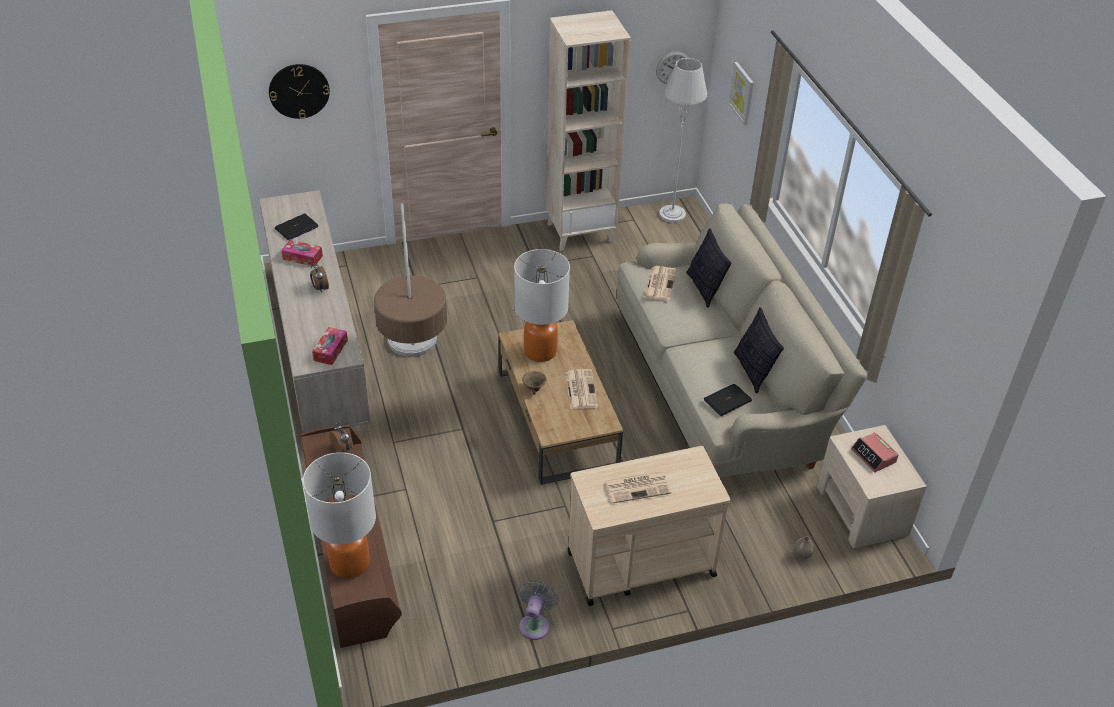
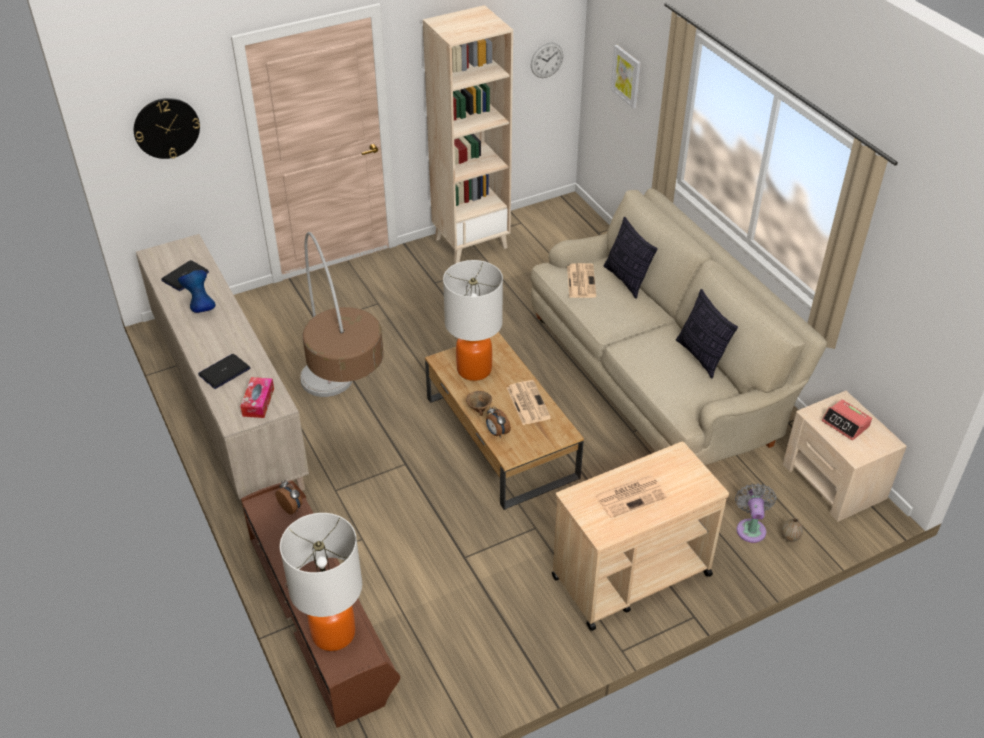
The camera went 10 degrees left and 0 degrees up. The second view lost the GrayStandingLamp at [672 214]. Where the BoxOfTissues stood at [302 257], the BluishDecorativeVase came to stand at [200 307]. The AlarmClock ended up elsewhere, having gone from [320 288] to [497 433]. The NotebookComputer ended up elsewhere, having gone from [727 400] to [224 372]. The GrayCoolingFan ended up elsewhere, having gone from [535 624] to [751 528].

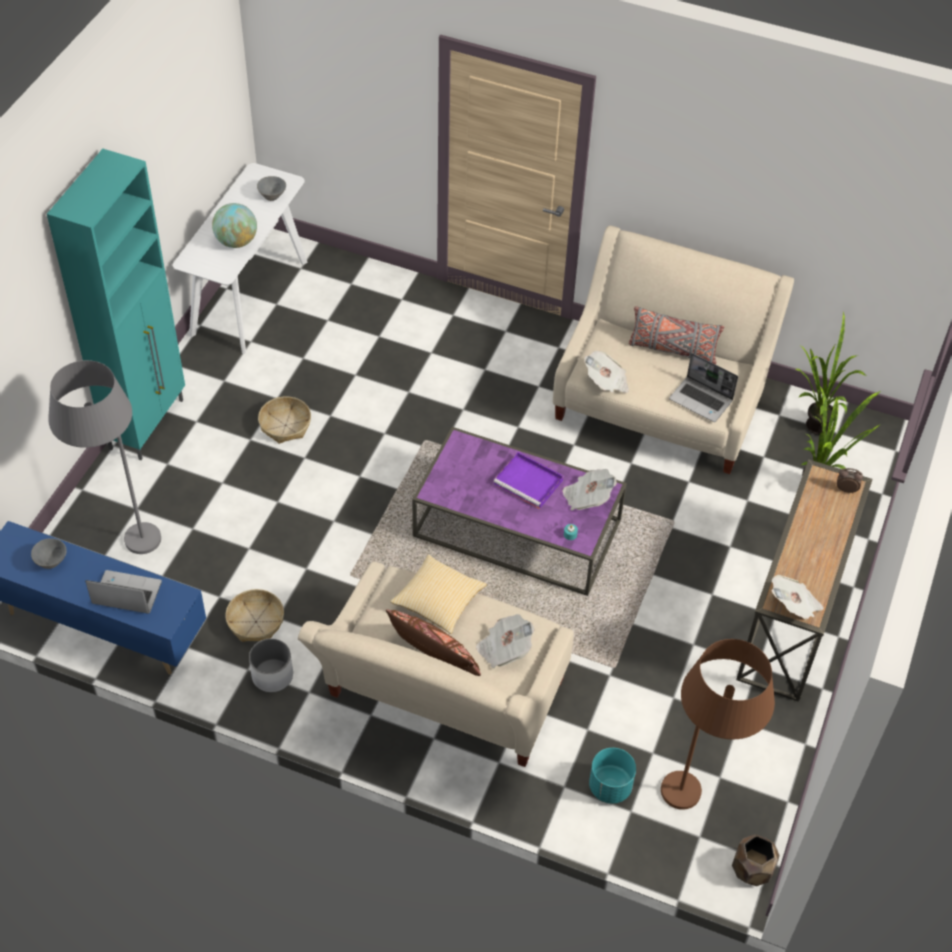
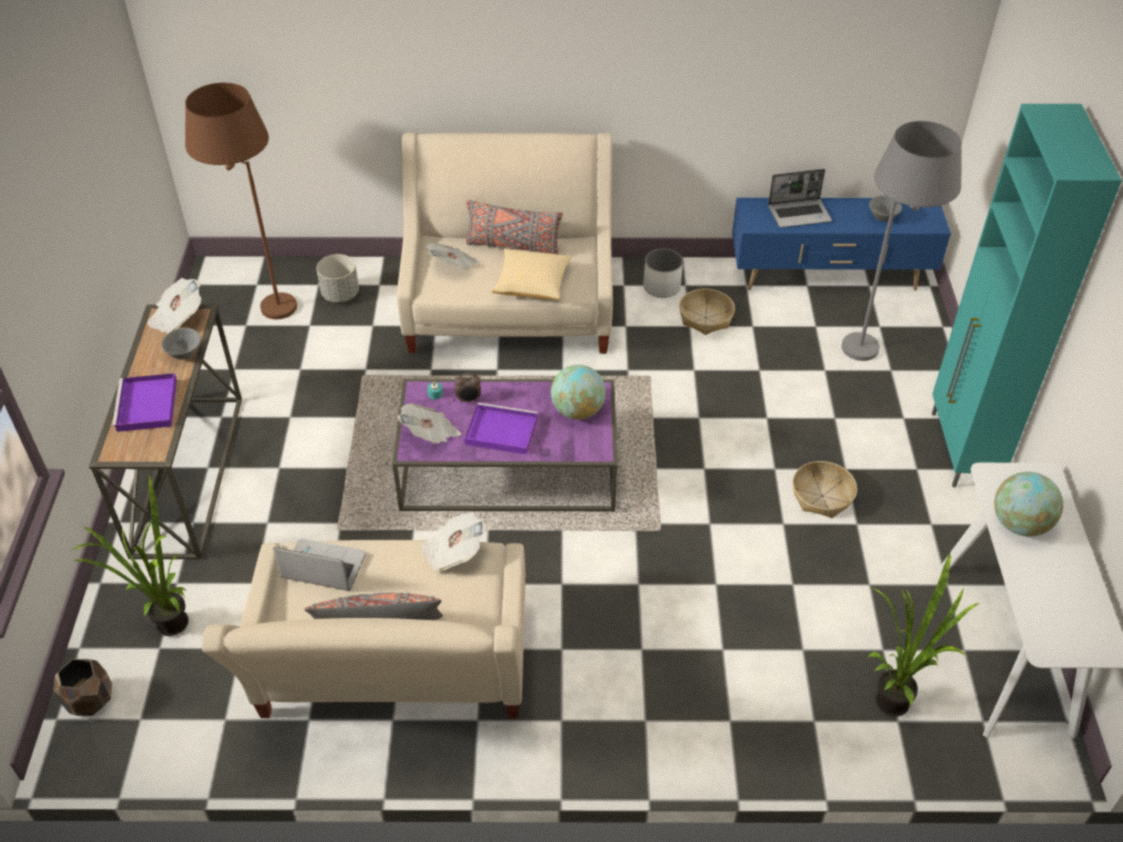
The camera went 160 degrees right and 5 degrees down. The GrayServingBowl ended up elsewhere, having gone from [273 196] to [183 354]. The PlantInAPot ended up elsewhere, having gone from [811 427] to [897 699]. The AlarmClock ended up elsewhere, having gone from [846 489] to [469 400]. What was the BrownPillow at [434 656] turned into the GrayPillow at [513 247]. What was the BlueGreenPlantPot at [610 787] turned into the GrayPlantPot at [340 294]. The BrownPlantPot ended up elsewhere, having gone from [751 870] to [90 700]. The second view gained the WorldGlobe at [578 411]. The second view gained the PurplishTray at [147 406].

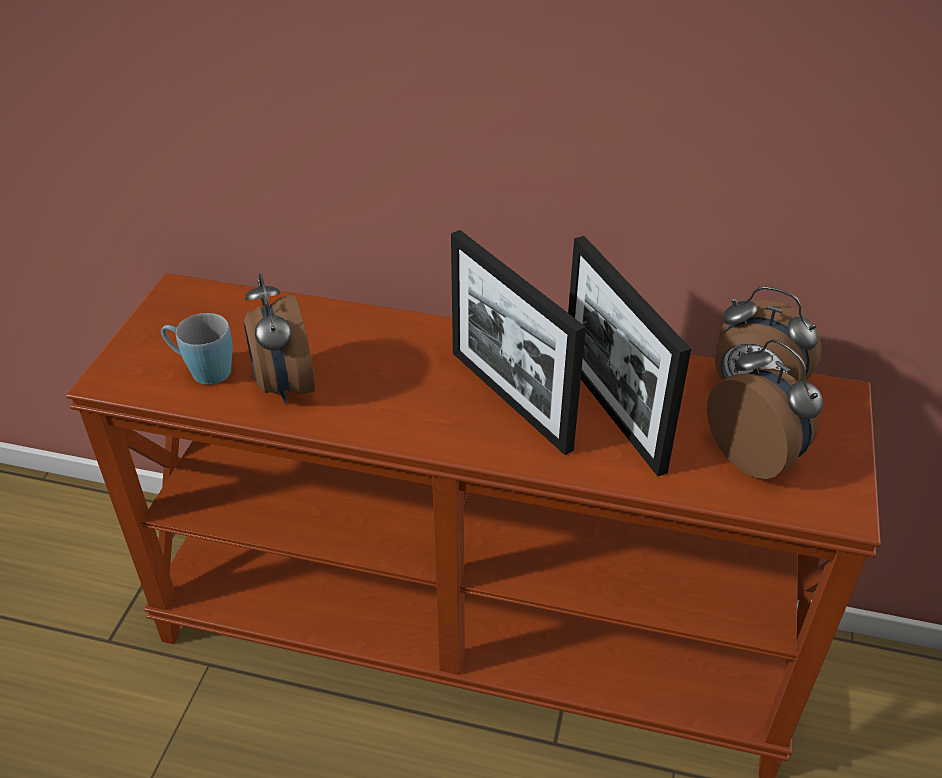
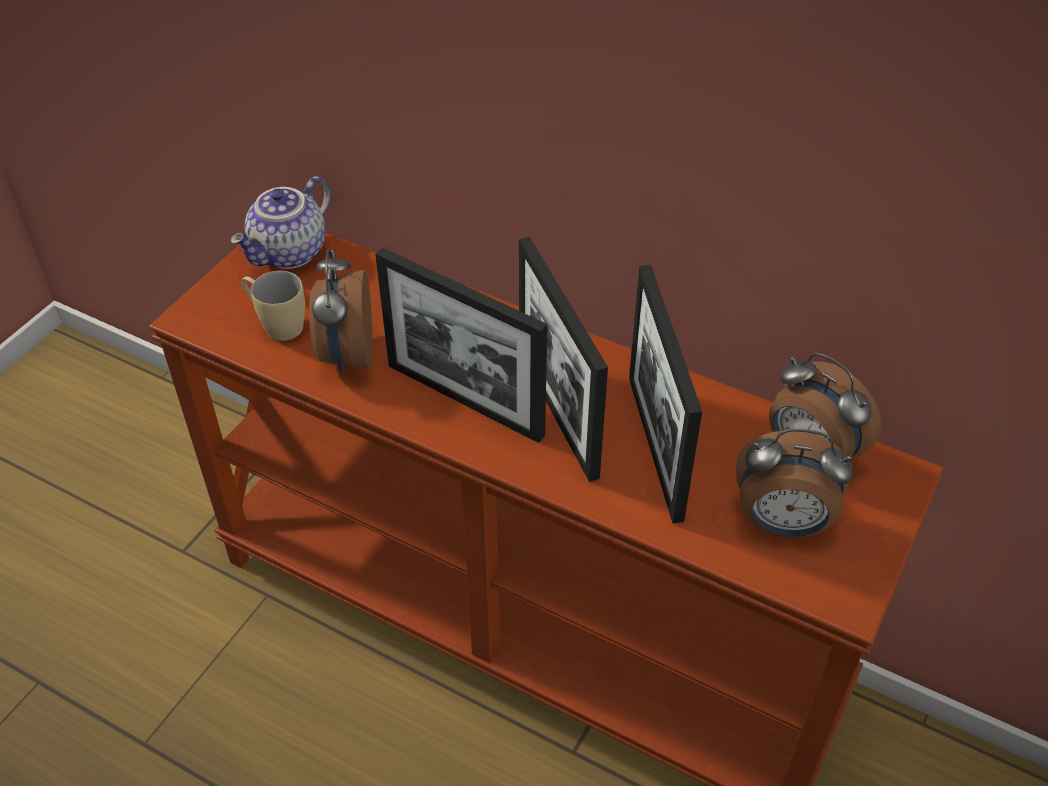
The camera went 15 degrees right and 5 degrees up. What was the BluishMug at [202 370] turned into the BeigeMug at [276 324]. The AlarmClock at [755 456] ended up facing another way, 120 degrees clockwise from before. The second view gained the PotForTea at [290 253]. The second view gained the PictureFrame at [464 400].

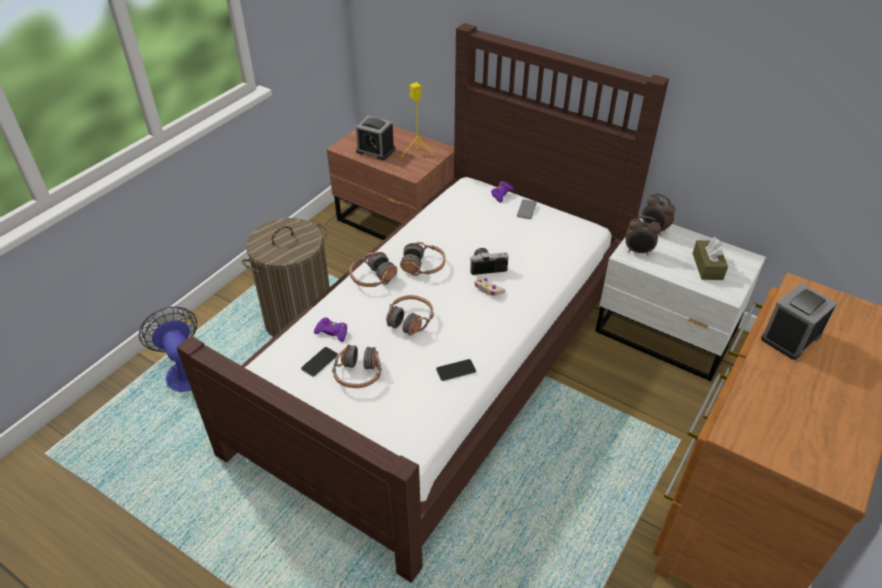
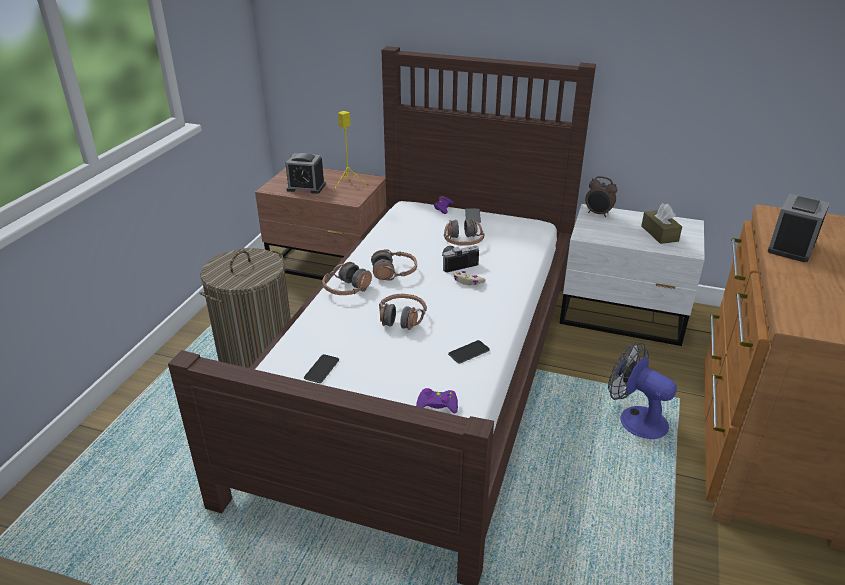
The camera went 15 degrees left and 10 degrees down. The second view lost the AlarmClock at [638 251]. The CoolingFan ended up elsewhere, having gone from [184 370] to [635 418]. The PurplishJoypad ended up elsewhere, having gone from [332 332] to [437 405]. The Headphones ended up elsewhere, having gone from [358 374] to [463 241].

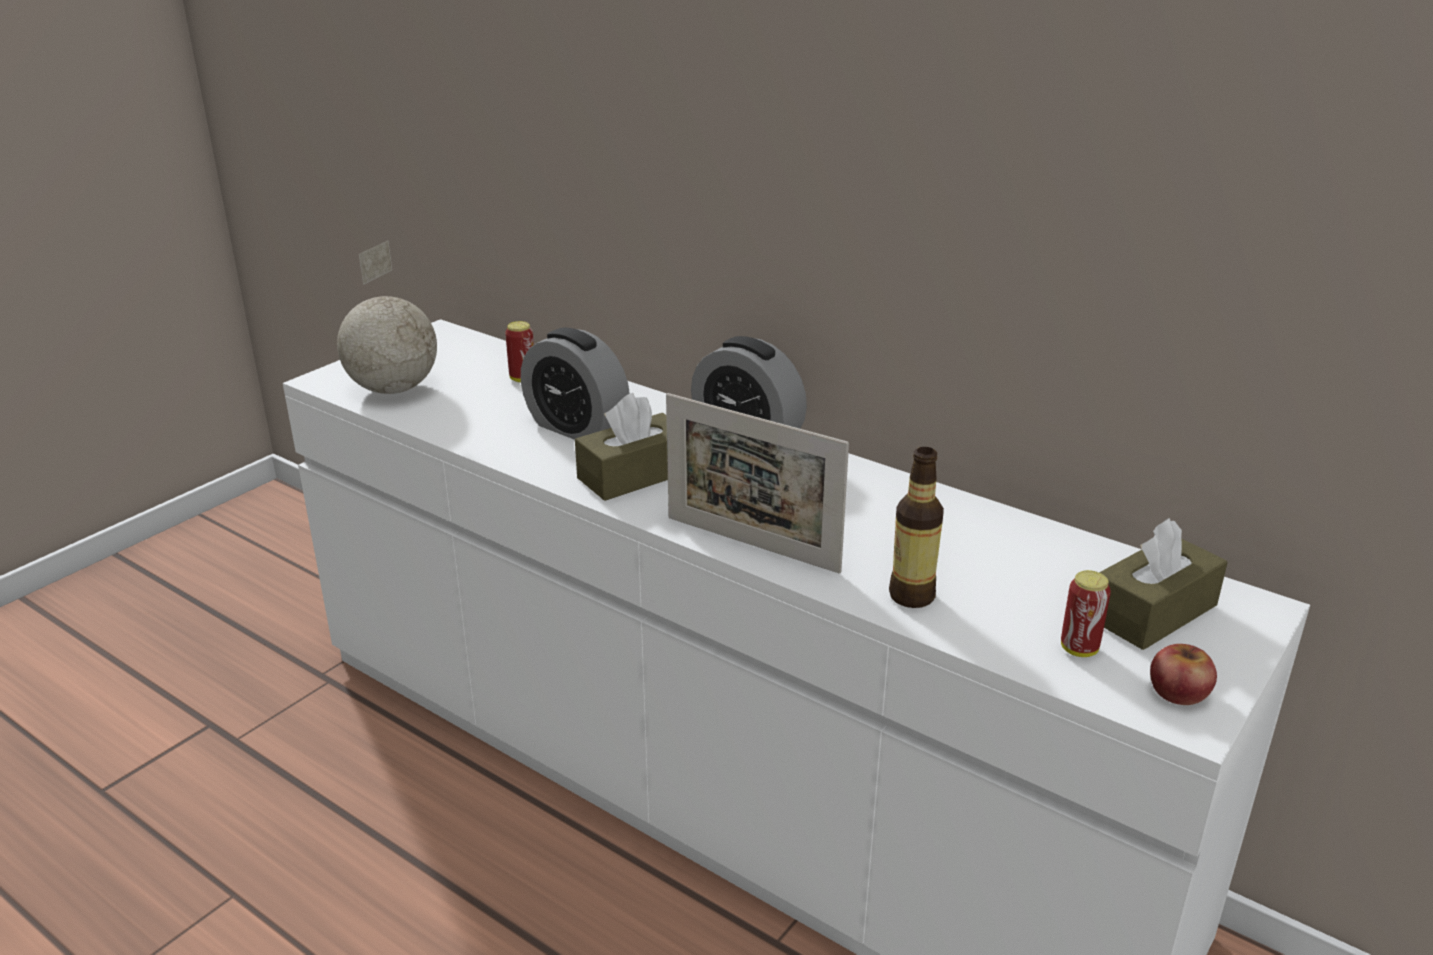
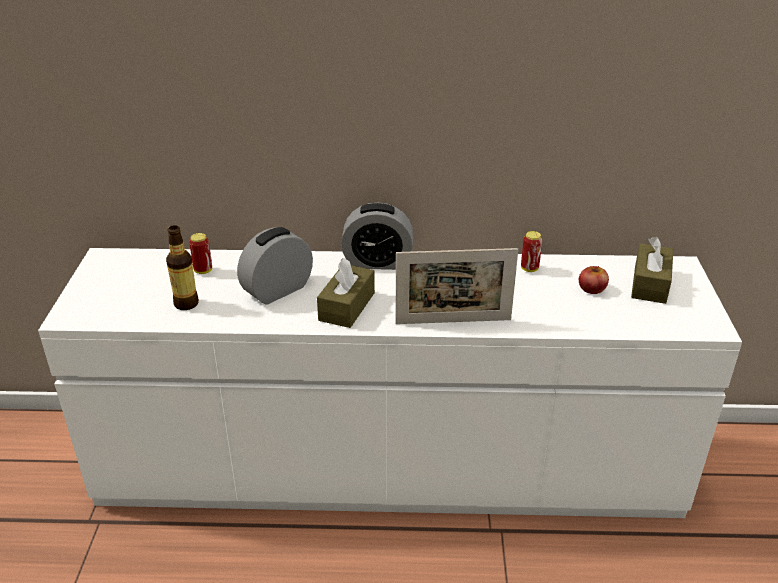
The camera went 35 degrees left and 5 degrees up. The second view lost the WorldGlobe at [392 389]. The AlarmClock at [577 428] ended up facing another way, 135 degrees clockwise from before. The BeverageBottle ended up elsewhere, having gone from [911 596] to [186 304]. The MetalCan ended up elsewhere, having gone from [1079 649] to [529 269]. The Apple ended up elsewhere, having gone from [1178 692] to [592 288].

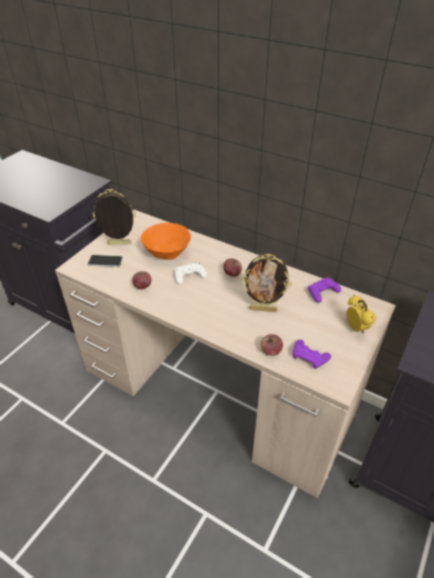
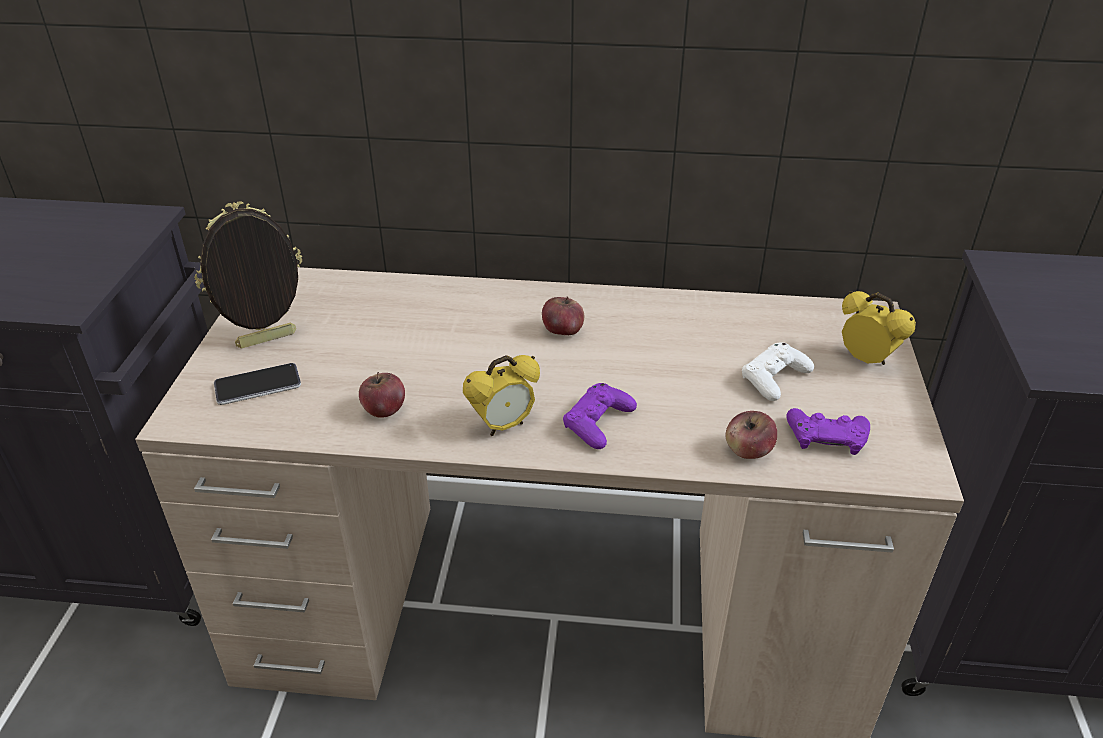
The camera went 25 degrees left and 5 degrees down. The second view lost the OrangeColouredServingBowl at [168 254]. The second view lost the PictureFrame at [263 309]. The WhiteJoypad ended up elsewhere, having gone from [189 276] to [774 378]. The PurplishJoypad ended up elsewhere, having gone from [322 292] to [598 422]. The second view gained the AlarmClock at [503 426].

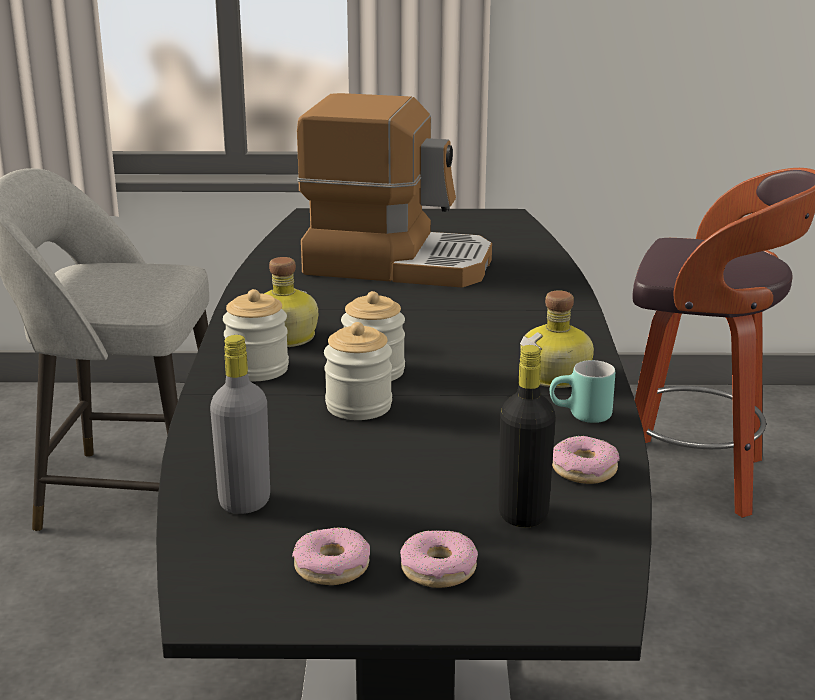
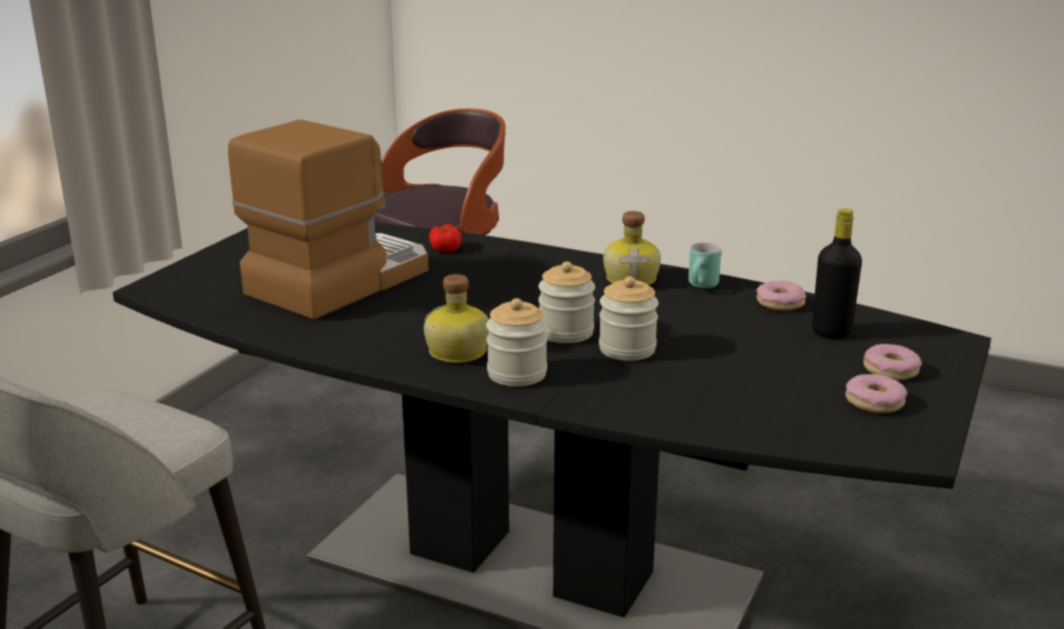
The camera went 65 degrees left and 0 degrees up. The second view lost the GrayBeverageBottle at [244 502]. The second view gained the WholeTomato at [446 248].

